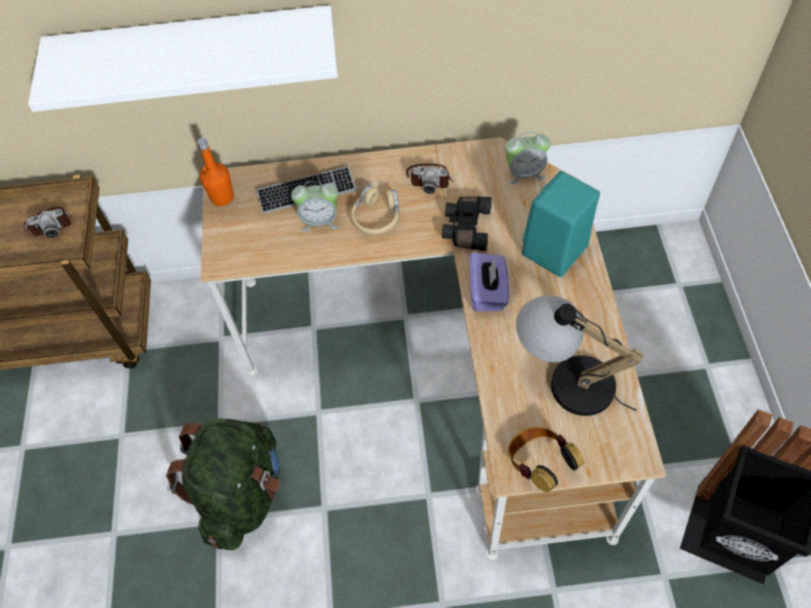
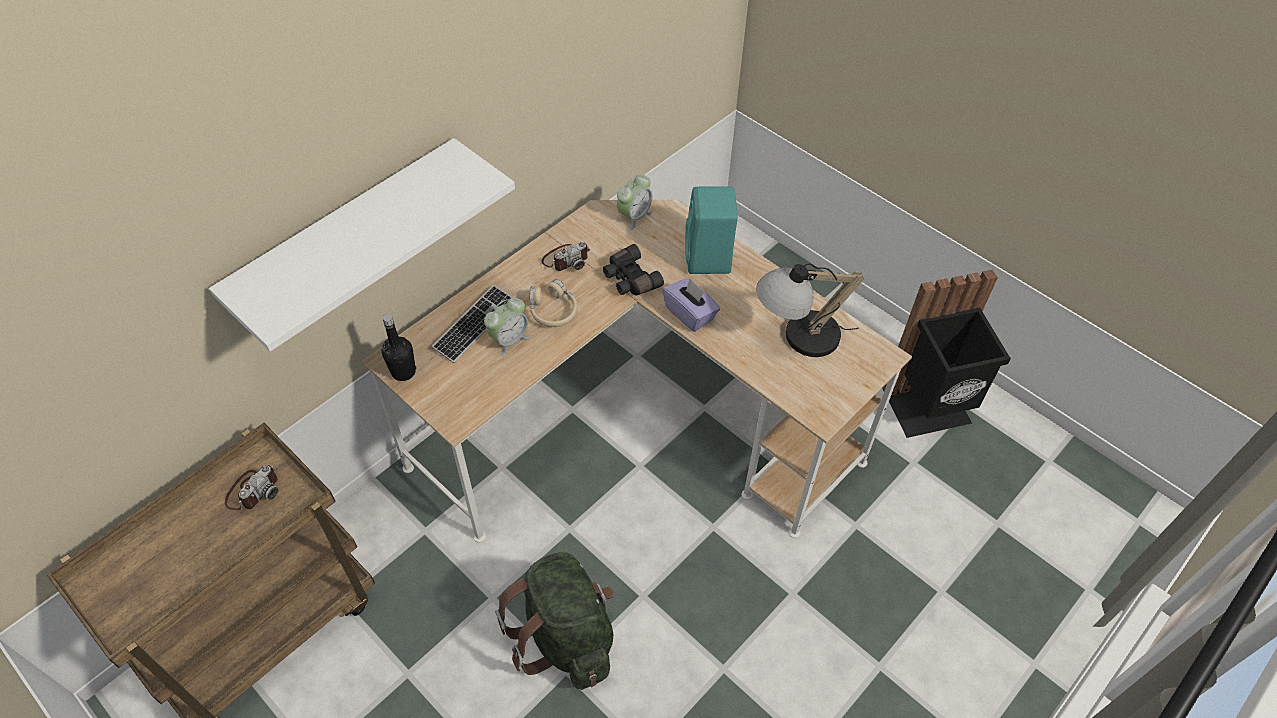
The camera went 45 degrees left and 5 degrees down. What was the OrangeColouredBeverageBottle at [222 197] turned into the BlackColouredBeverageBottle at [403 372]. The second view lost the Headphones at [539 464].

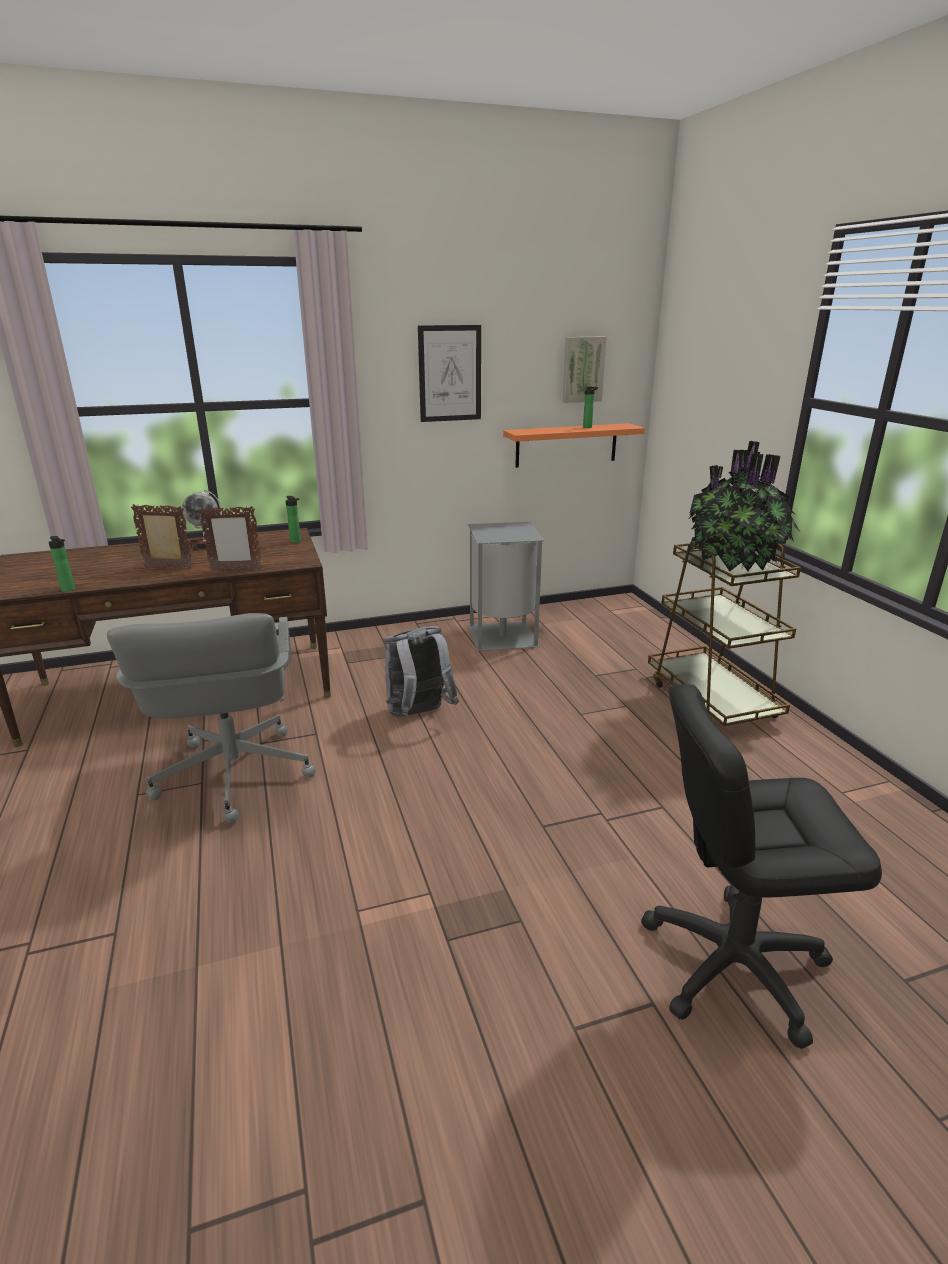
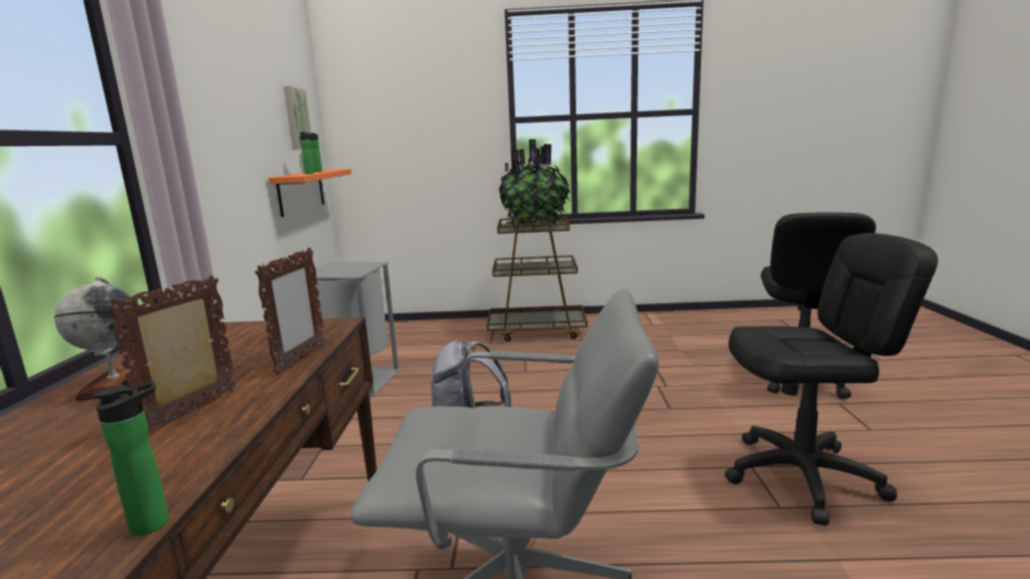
The camera went 70 degrees left and 10 degrees down. The second view lost the WallArt at [450 374]. The BeverageBottle ended up elsewhere, having gone from [296 541] to [311 173]. The second view gained the BlackColouredComputerChair at [802 477].

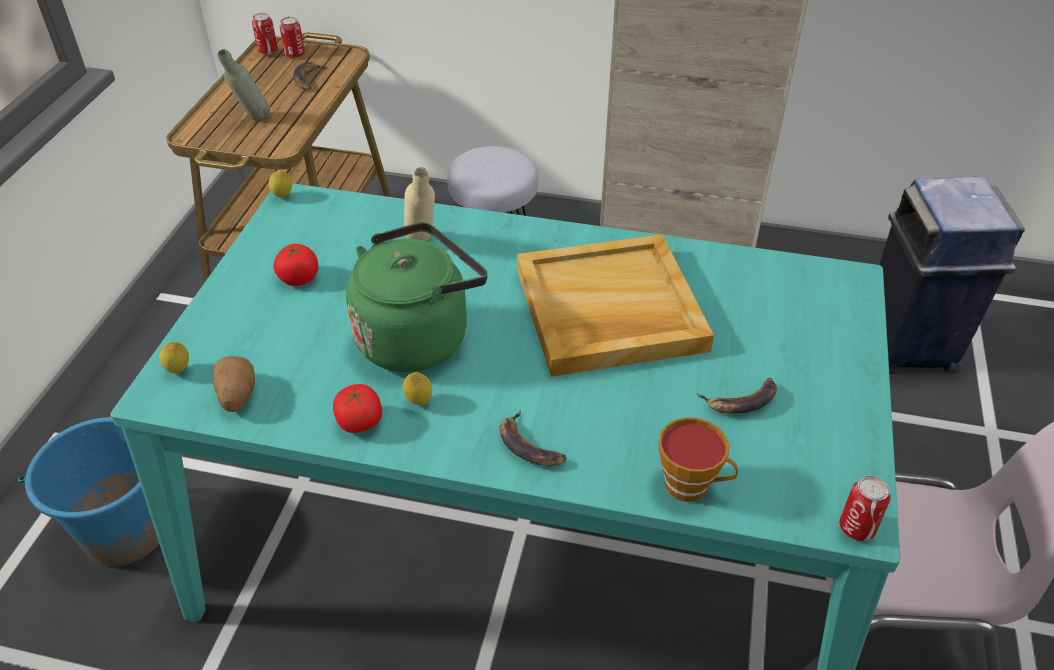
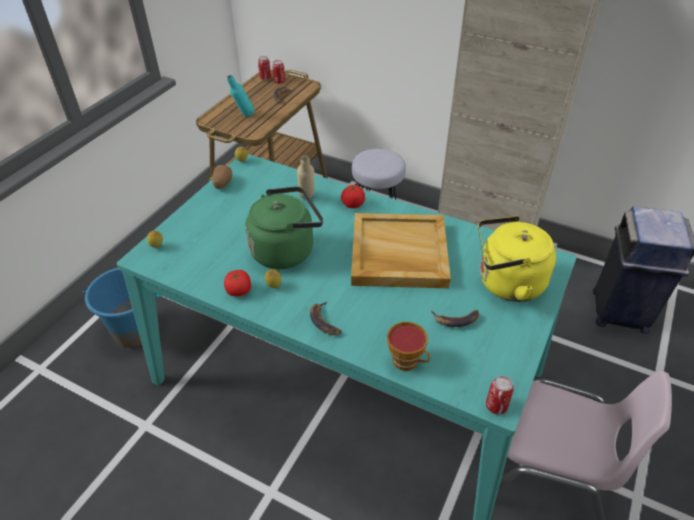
The camera went 15 degrees right and 0 degrees up. What was the GrayBeverageBottle at [252 122] turned into the BlueGreenBeverageBottle at [244 117]. The WholeTomato ended up elsewhere, having gone from [299 278] to [353 204]. The Potato ended up elsewhere, having gone from [237 396] to [222 184]. The second view gained the YellowColouredTeaKettle at [506 283].

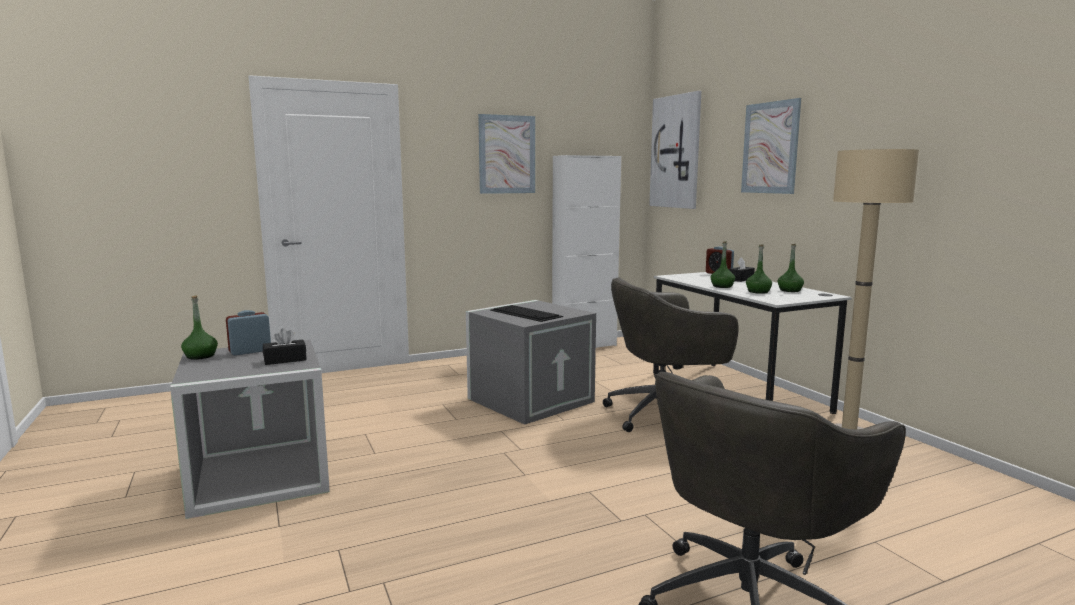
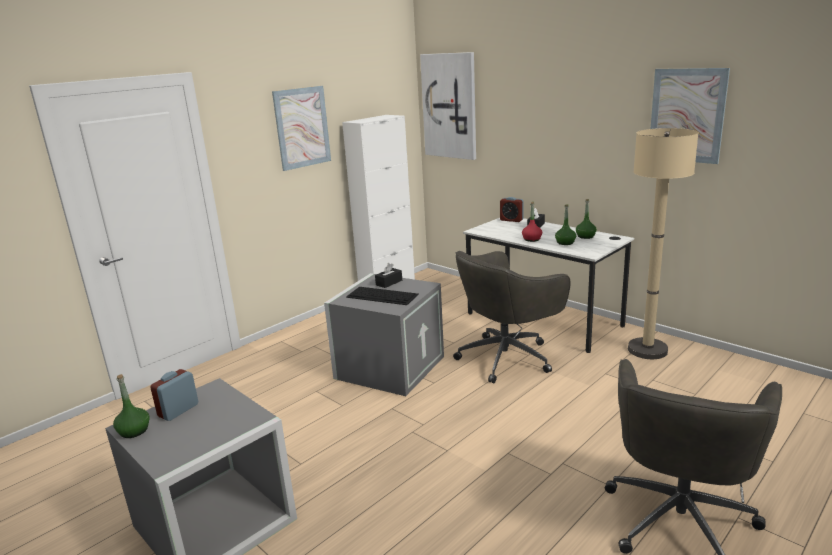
The camera went 20 degrees left and 10 degrees up. The WallArt ended up elsewhere, having gone from [770 148] to [687 115]. What was the GreenColouredBeverageBottle at [722 286] turned into the RedBeverageBottle at [531 239]. The BlackColouredBoxOfTissues ended up elsewhere, having gone from [285 360] to [389 282].

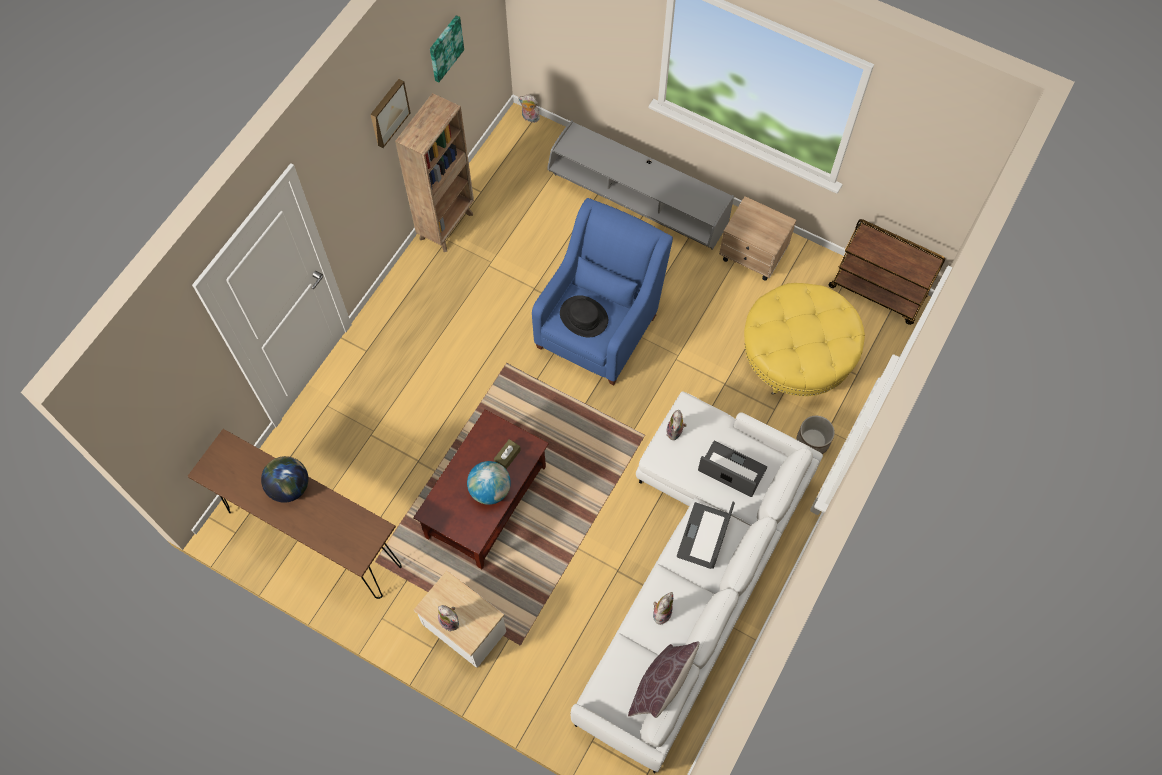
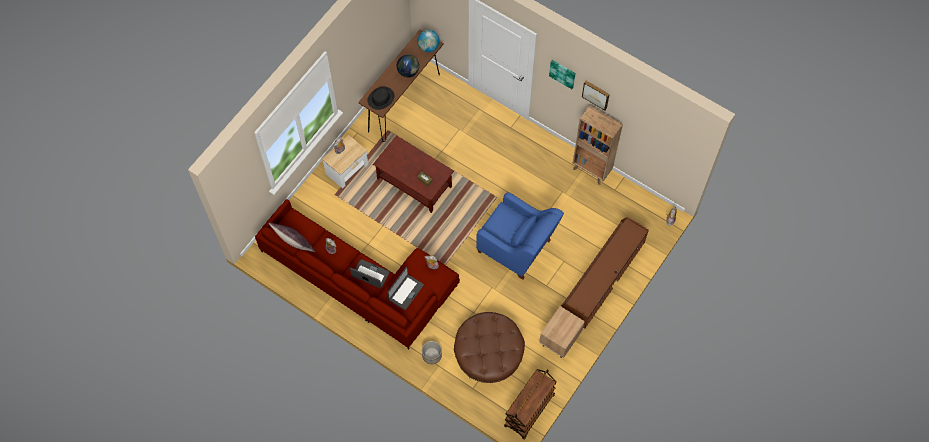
The camera went 95 degrees right and 0 degrees up. The WallArt ended up elsewhere, having gone from [445 48] to [563 73]. What was the GrayTvStand at [637 203] turned into the BrownTvStand at [602 277]. What was the YellowColouredFootrest at [796 356] turned into the BrownFootrest at [488 355]. The BlackColouredHat ended up elsewhere, having gone from [584 317] to [381 98]. What was the WhiteSofa at [692 574] turned into the RedSofa at [361 281]. The WorldGlobe ended up elsewhere, having gone from [490 490] to [428 47].

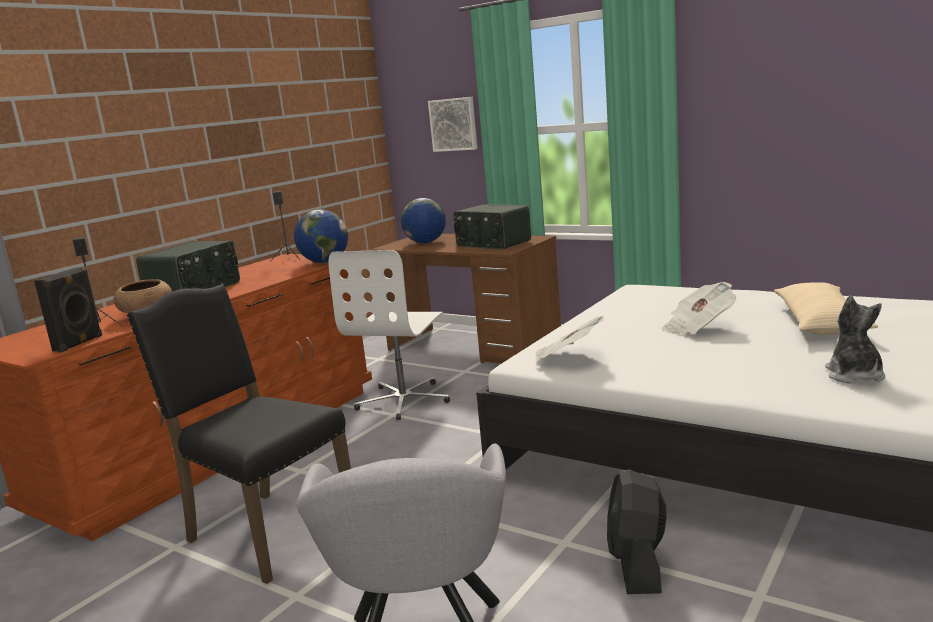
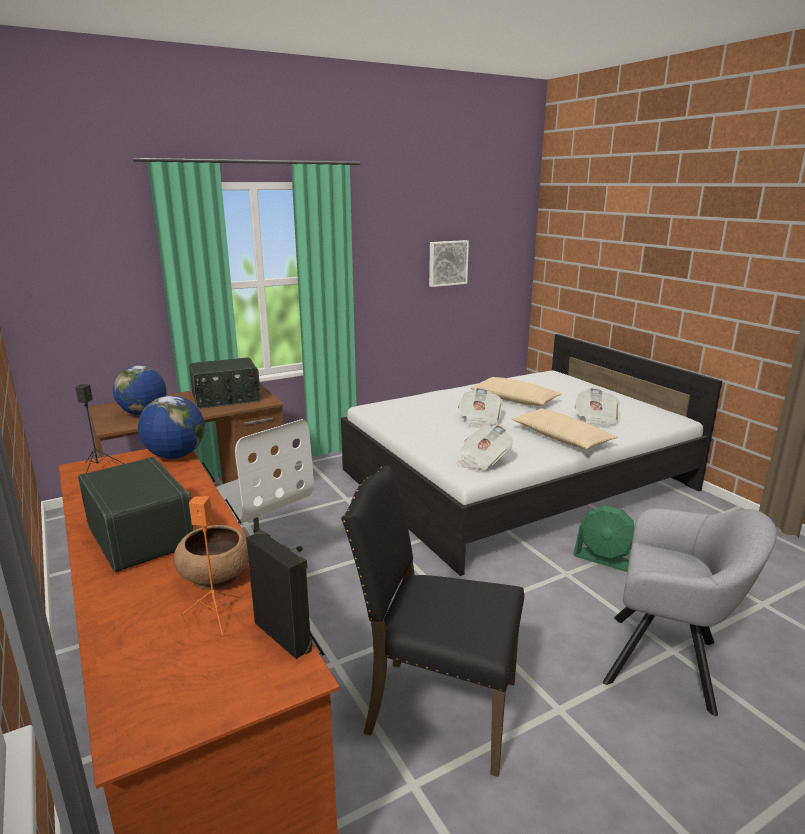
The camera went 65 degrees left and 5 degrees up. The WallArt ended up elsewhere, having gone from [454 124] to [447 263]. What was the BlackColouredSpeaker at [100 327] turned into the OrangeColouredSpeaker at [216 616]. The BlackColouredUprightChair at [266 531] ended up facing another way, 45 degrees clockwise from before. Where the PlushToy stood at [854 376], the Newspaper came to stand at [595 420]. What was the BlackColouredCoolingFan at [637 564] turned into the GreenColouredCoolingFan at [605 560]. The second view gained the BeigePillow at [561 438].

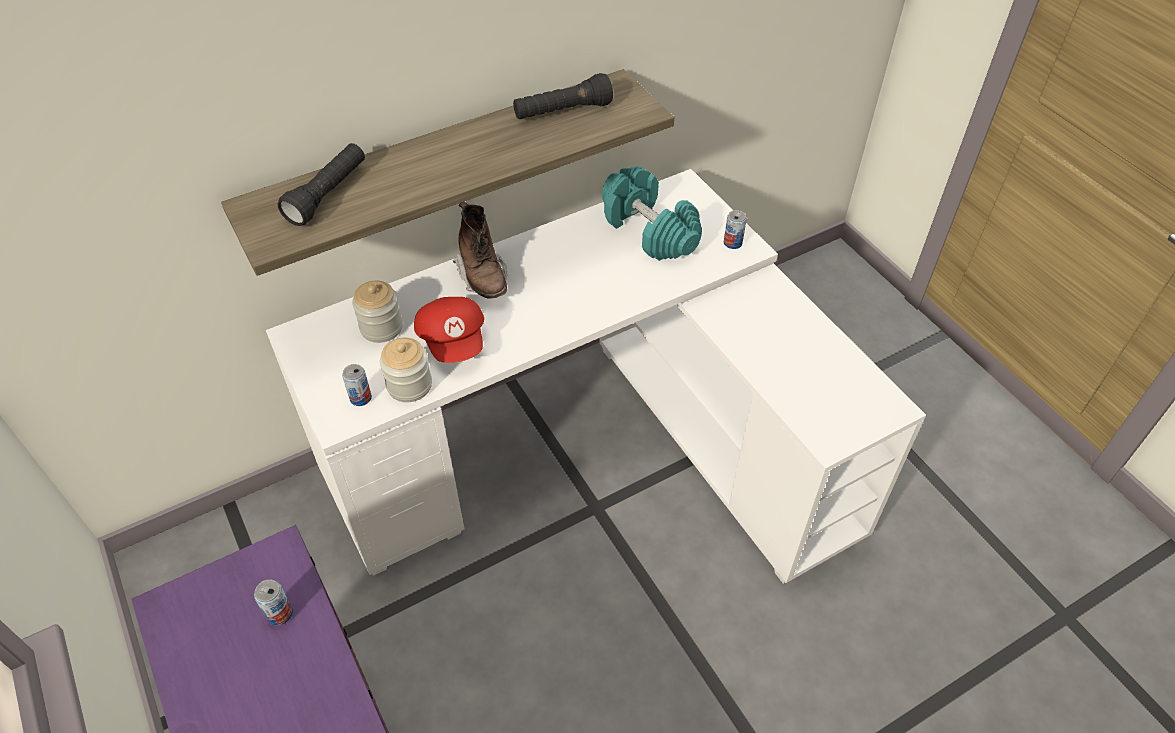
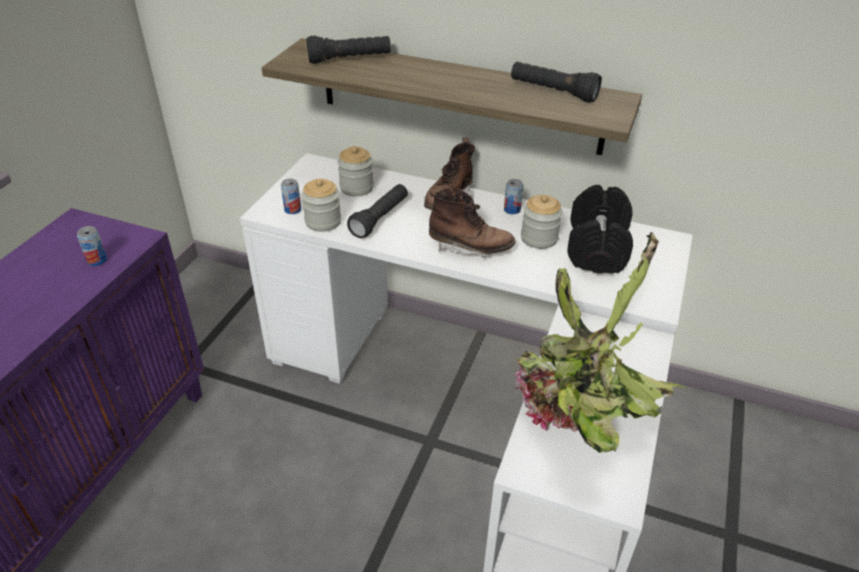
The camera went 50 degrees right and 10 degrees down. What was the BlueGreenFreeWeight at [648 231] turned into the BlackColouredFreeWeight at [596 247]. The MetalCan ended up elsewhere, having gone from [732 243] to [512 210]. Where the RedCap stood at [454 340], the BlackColouredTorch came to stand at [380 219]. The second view gained the BrownTallBoot at [469 248]. The second view gained the PreserveJar at [539 238]. The second view gained the PlantInAPot at [583 419].

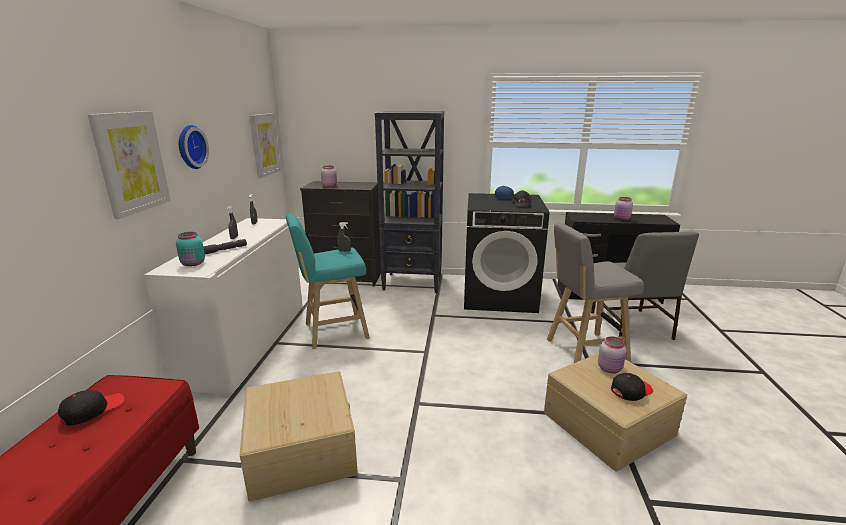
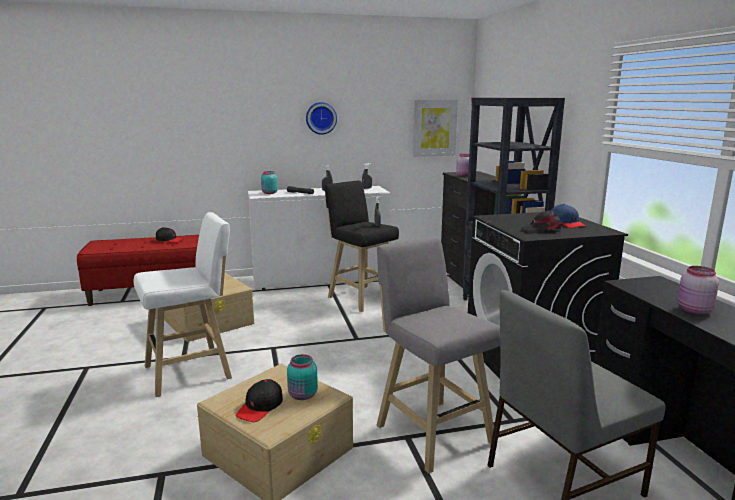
The camera went 70 degrees right and 5 degrees down. The second view lost the WallArt at [131 162]. What was the BlueGreenStoolSeat at [333 331] turned into the BlackColouredStoolSeat at [361 297]. What was the PinkColouredPreserveJar at [610 369] turned into the BlueGreenPreserveJar at [303 395]. The BlackColouredCap at [631 391] ended up facing another way, 75 degrees clockwise from before. The second view gained the WhiteStoolSeat at [192 371].

